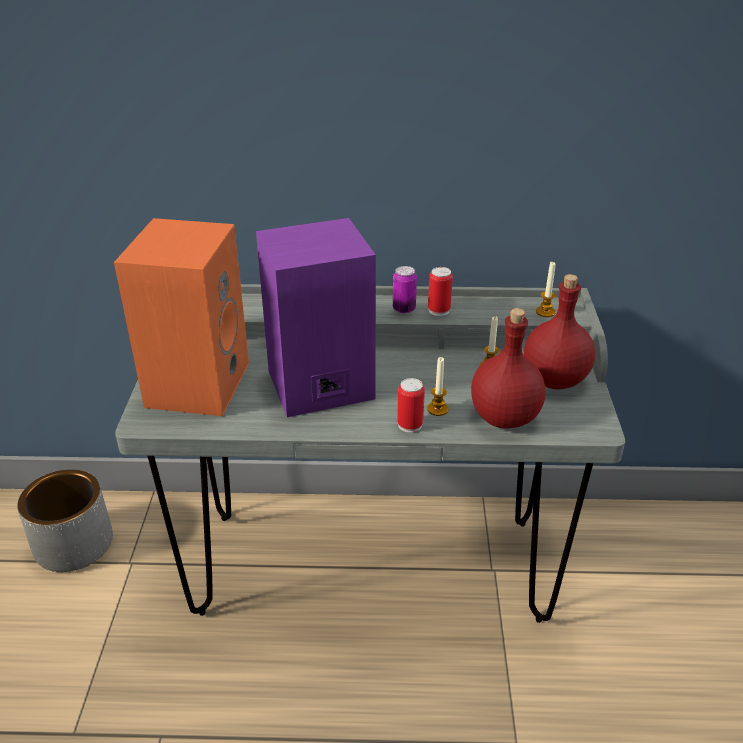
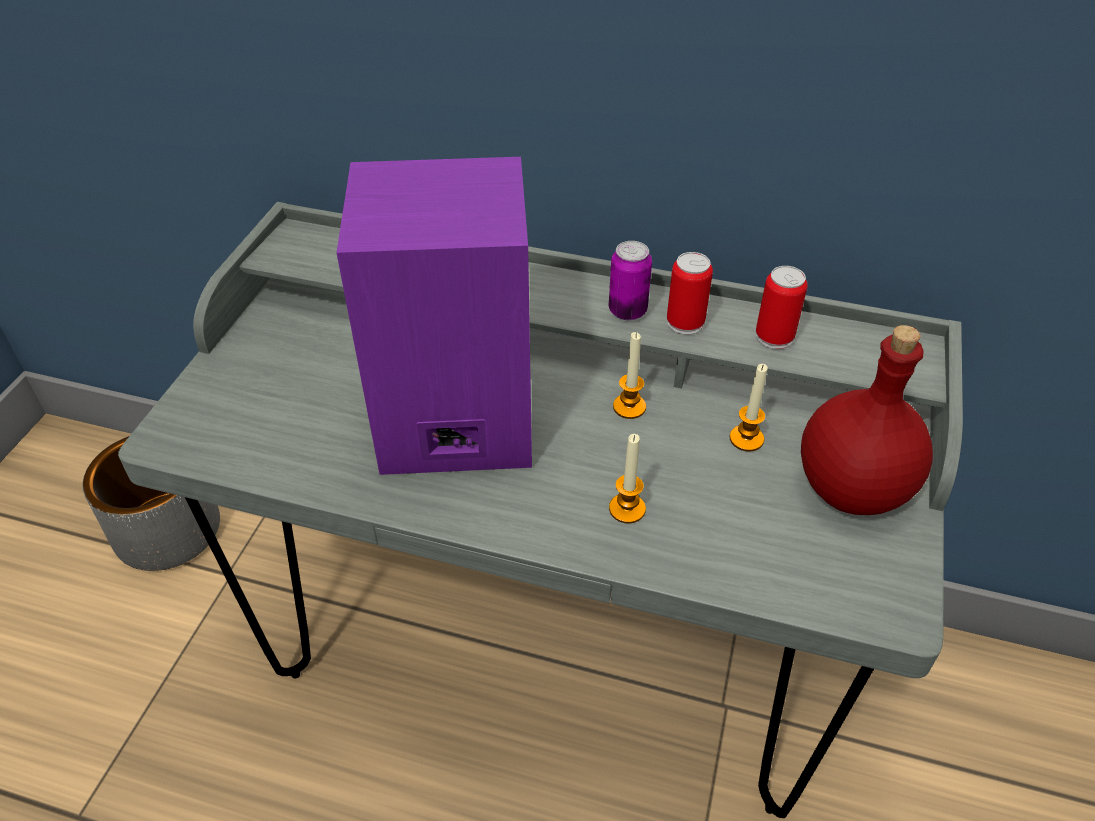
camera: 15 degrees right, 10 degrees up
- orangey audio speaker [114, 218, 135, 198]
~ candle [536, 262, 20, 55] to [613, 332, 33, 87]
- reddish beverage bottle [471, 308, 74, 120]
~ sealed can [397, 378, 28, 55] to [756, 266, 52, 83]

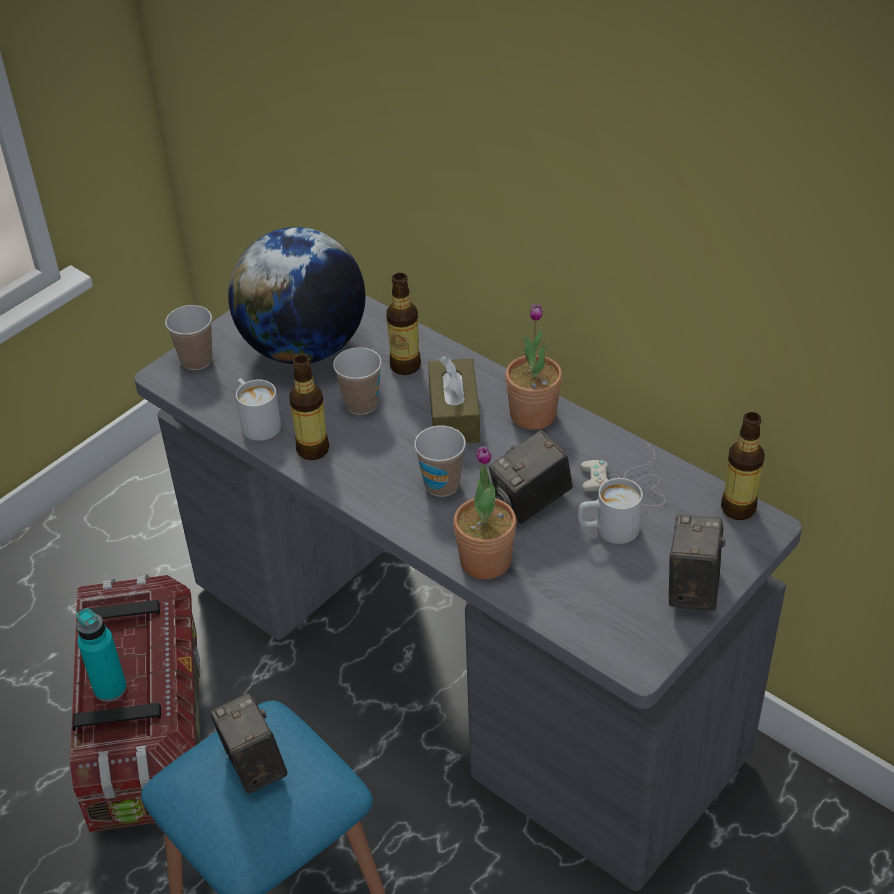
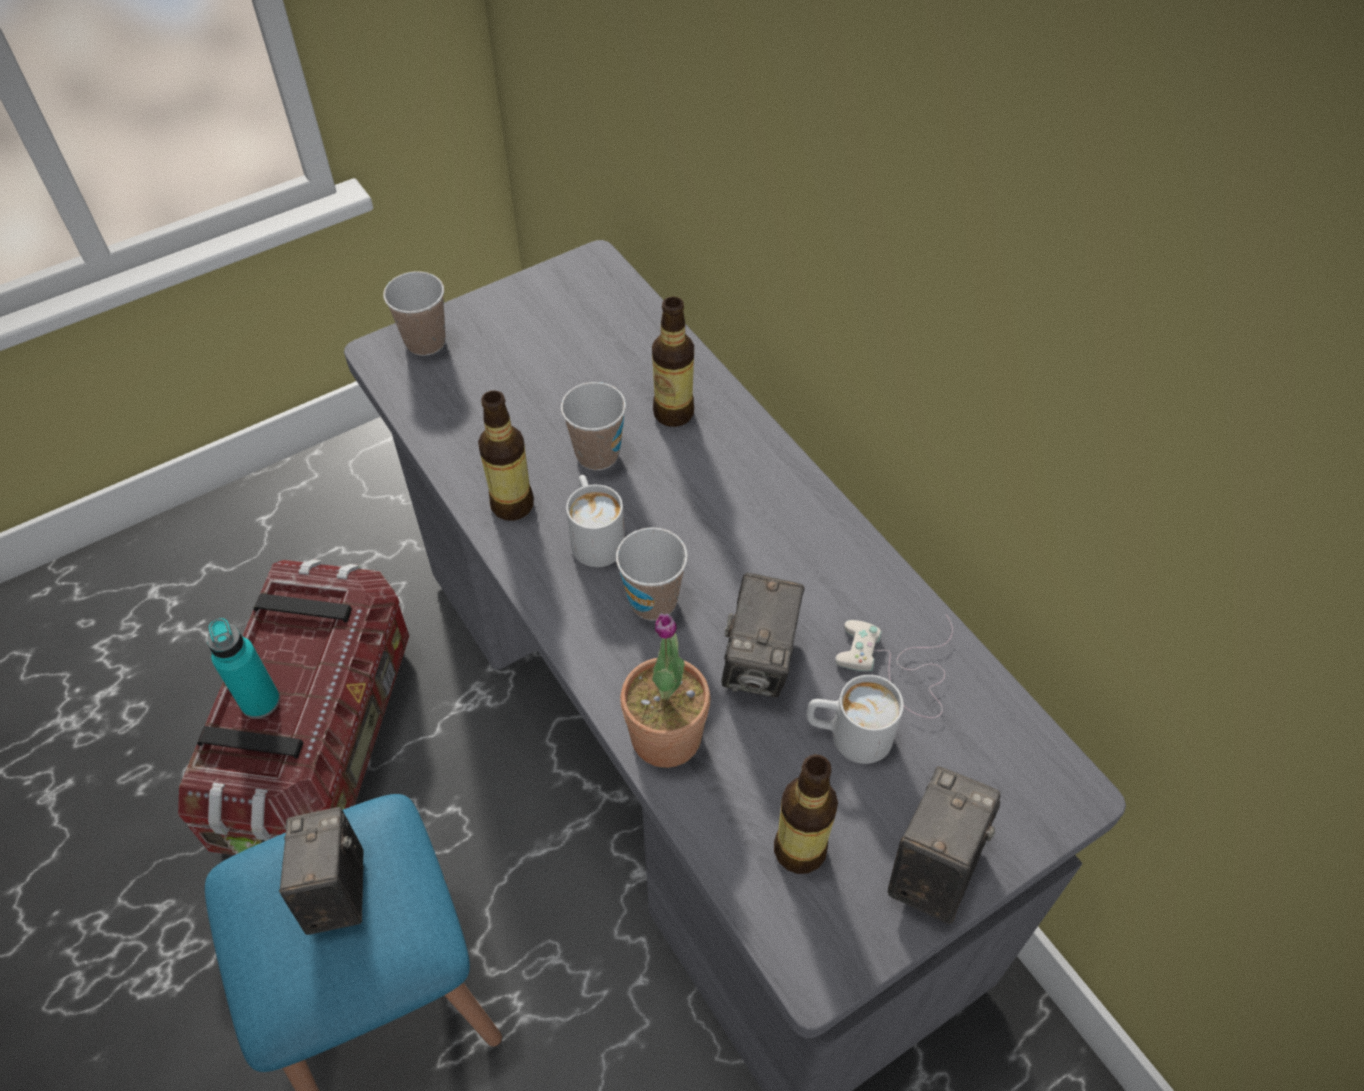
camera: 15 degrees right, 10 degrees up
- desk globe [228, 227, 137, 137]
- houseplant [505, 304, 57, 126]
- brown tissue box [428, 356, 52, 87]
~ whitish tea mug [236, 378, 45, 63] to [566, 475, 59, 92]
~ beverage bottle [721, 412, 44, 108] to [774, 754, 64, 120]
~ still camera [489, 430, 84, 94] = [721, 573, 84, 124] 60 degrees counterclockwise

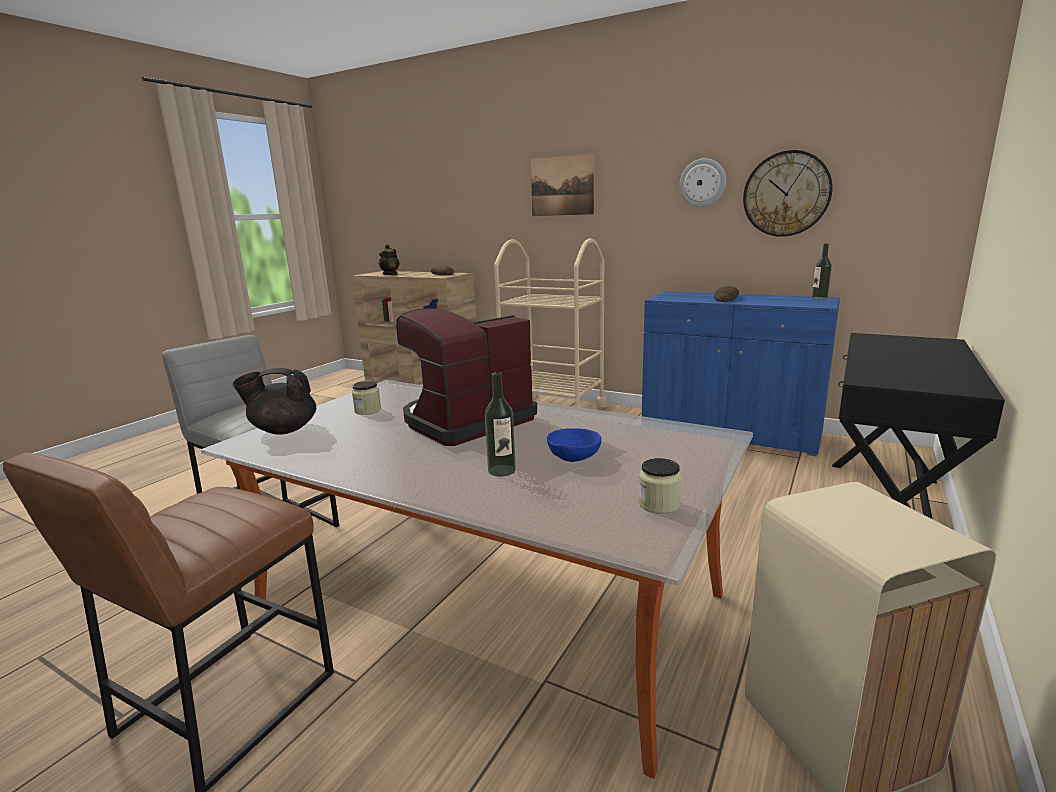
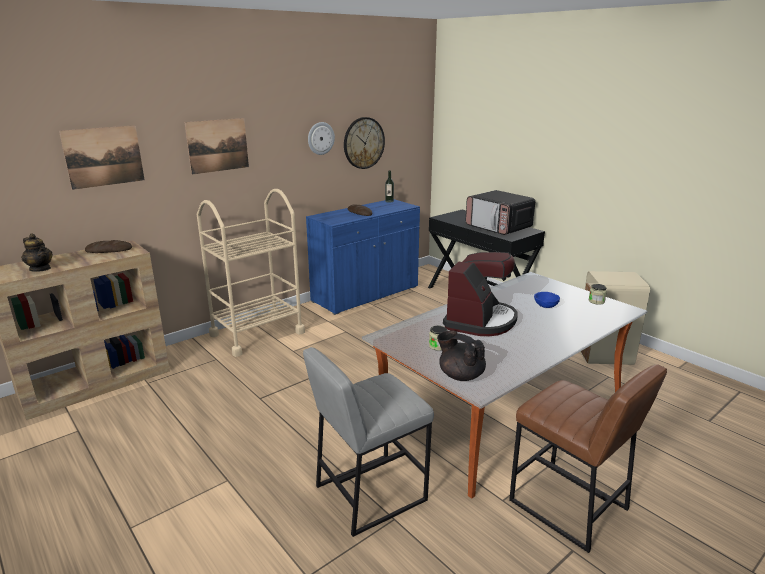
camera: 70 degrees left, 5 degrees up
~ coffee maker [396, 308, 141, 138] = [443, 252, 75, 84] 135 degrees counterclockwise
~ black-coloured tea pot [232, 368, 84, 67] = [437, 330, 49, 51] 120 degrees clockwise
- beverage bottle [485, 372, 31, 105]
+ wall picture [59, 125, 86, 65]
+ microwave oven [465, 190, 70, 45]

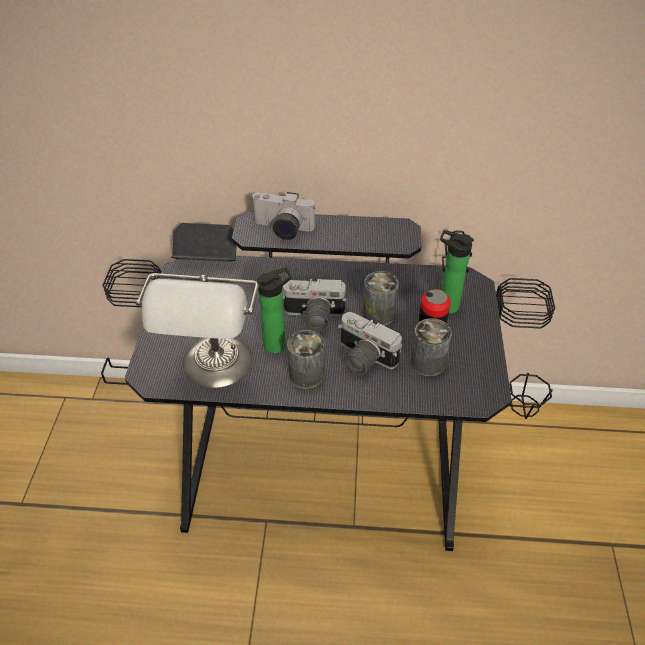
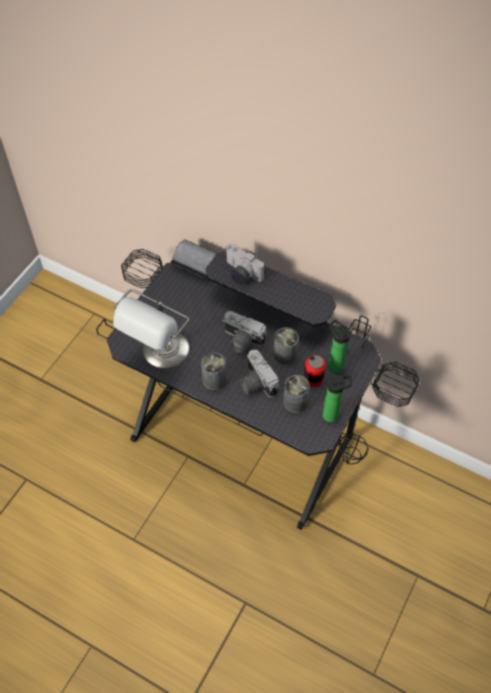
camera: 25 degrees right, 10 degrees up
~ beverage bottle [257, 267, 35, 87] to [323, 375, 29, 47]

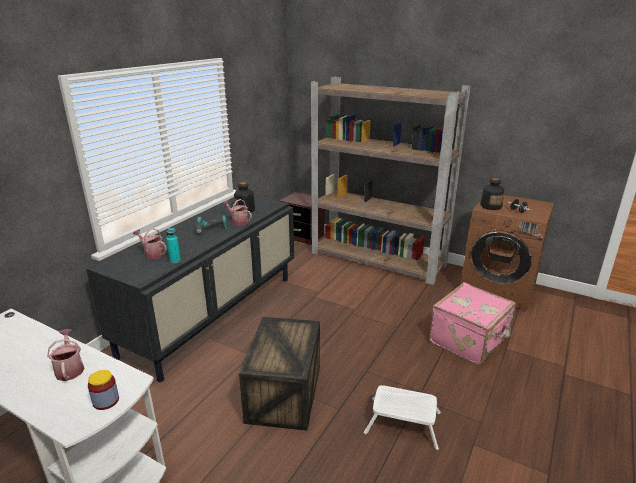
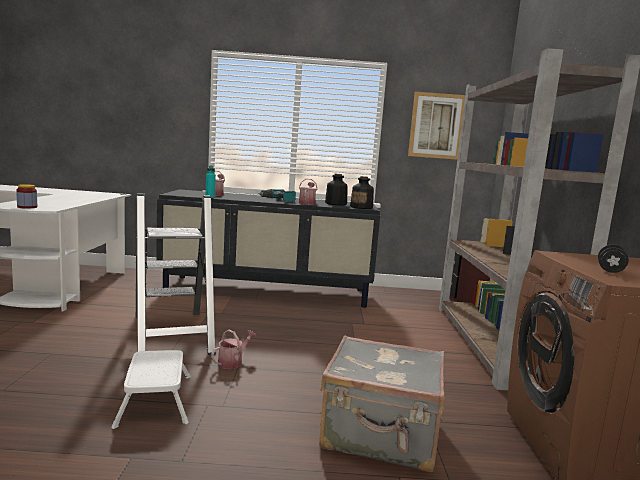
camera: 60 degrees right, 15 degrees down
~ beverage bottle [480, 178, 24, 32] to [350, 176, 24, 33]
~ pink-coloured travel case [429, 282, 87, 83] to greyish travel case [319, 336, 126, 136]
~ packing crate [239, 317, 81, 114] to greyish stepladder [135, 193, 81, 162]
~ watering pot [47, 329, 38, 52] to [211, 330, 45, 39]
+ wall picture [408, 92, 57, 68]

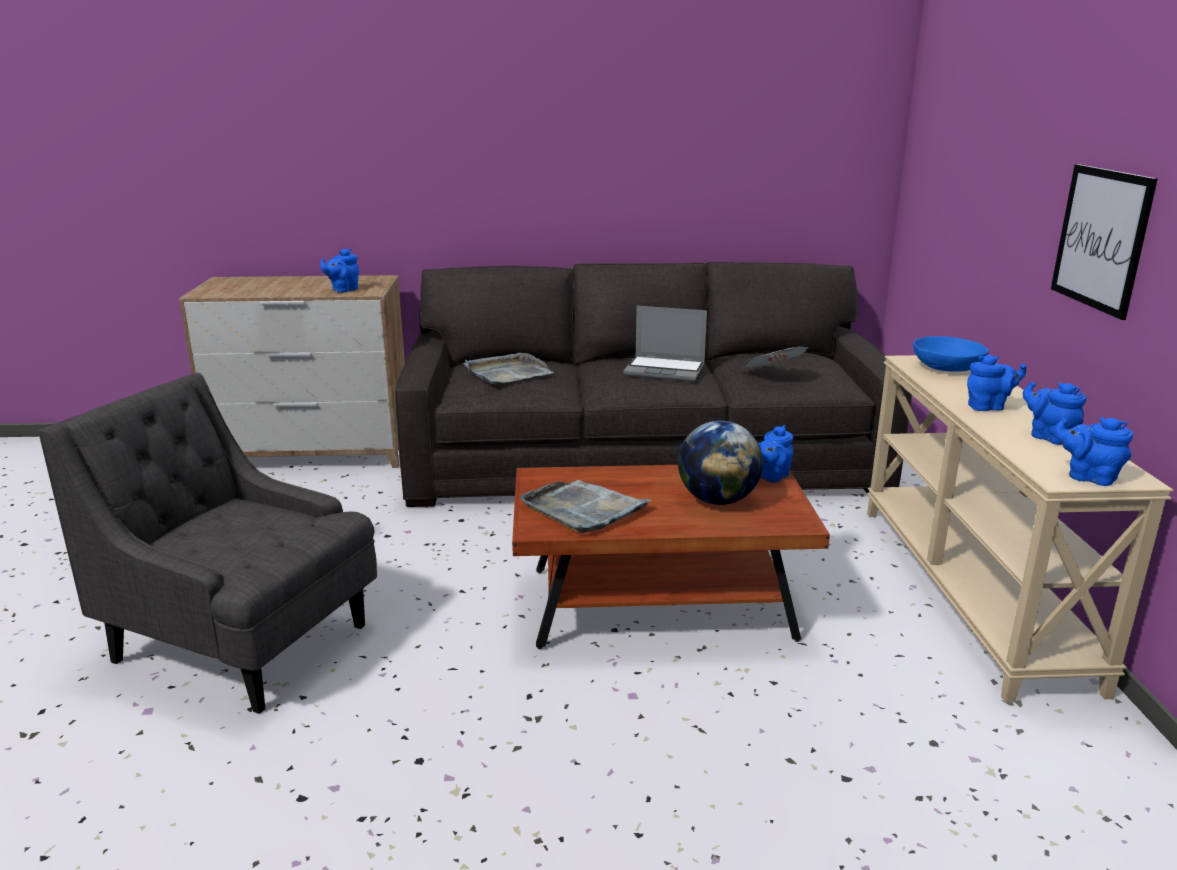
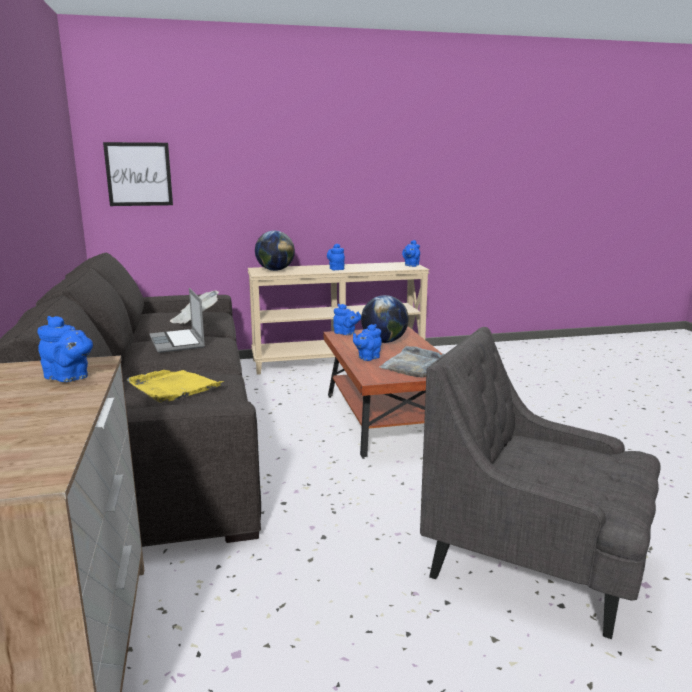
camera: 100 degrees left, 5 degrees down
~ wall picture [1051, 164, 107, 156] to [103, 142, 70, 64]
~ portable computer [623, 306, 84, 76] = [149, 288, 56, 65] 150 degrees clockwise
~ bluish bowl [913, 336, 76, 36] to desk globe [255, 231, 40, 40]
~ greyish tray [463, 353, 91, 31] to yellowish tray [127, 370, 98, 32]
~ greyish armchair [38, 373, 339, 341] = [420, 327, 241, 312] 105 degrees clockwise
~ bluish tea pot [1023, 382, 63, 63] to [353, 324, 29, 37]

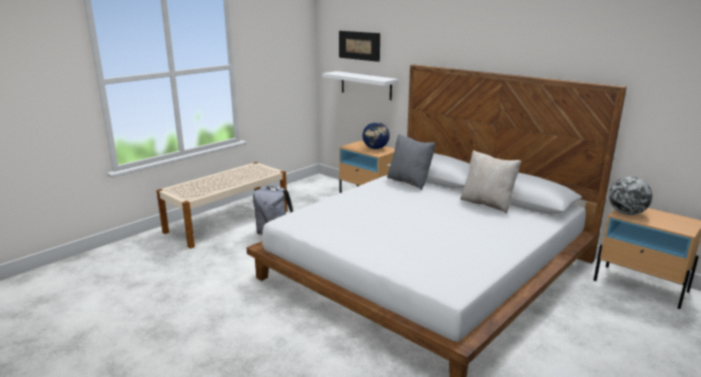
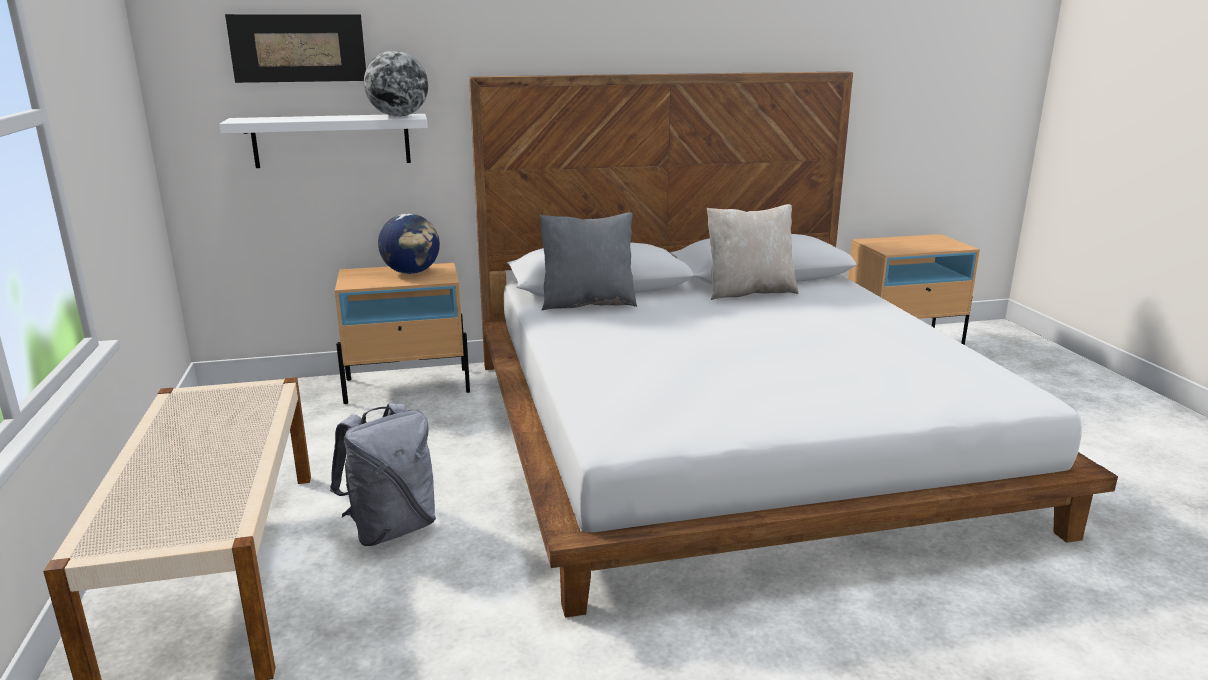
camera: 55 degrees left, 0 degrees up
~ desk globe [609, 176, 44, 39] to [364, 51, 64, 65]

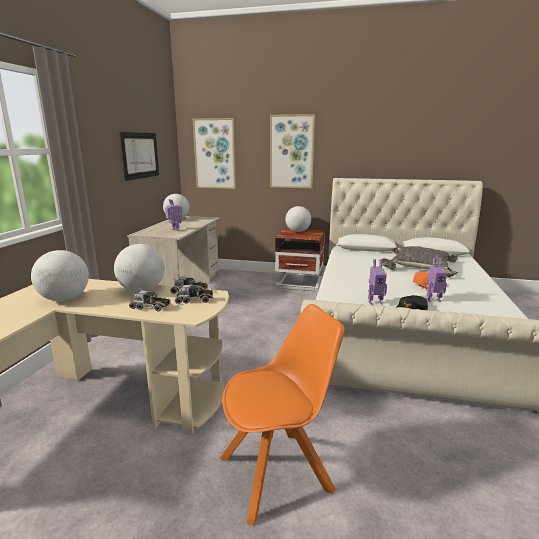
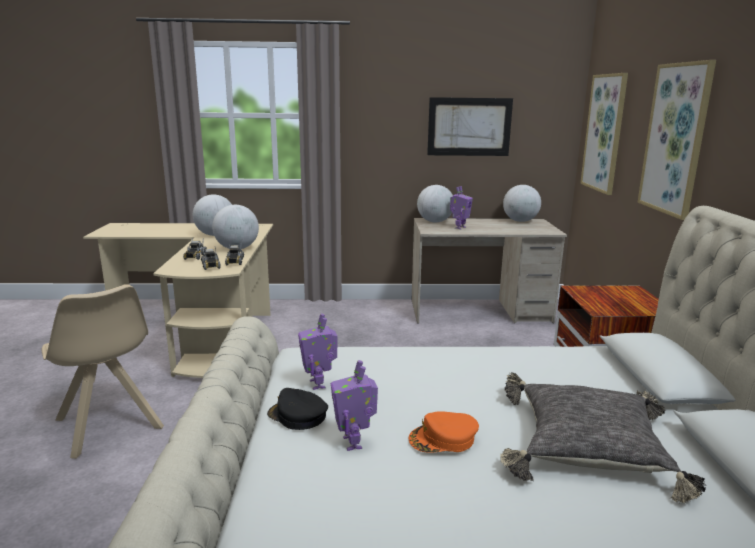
camera: 75 degrees right, 0 degrees up
~ desk globe [285, 206, 26, 26] to [417, 185, 36, 37]
~ orangey upright chair [219, 304, 126, 222] to sand-coloured upright chair [42, 284, 122, 175]

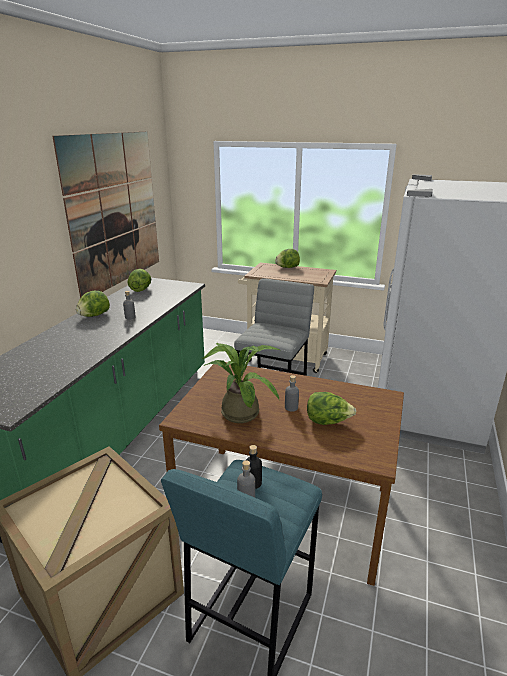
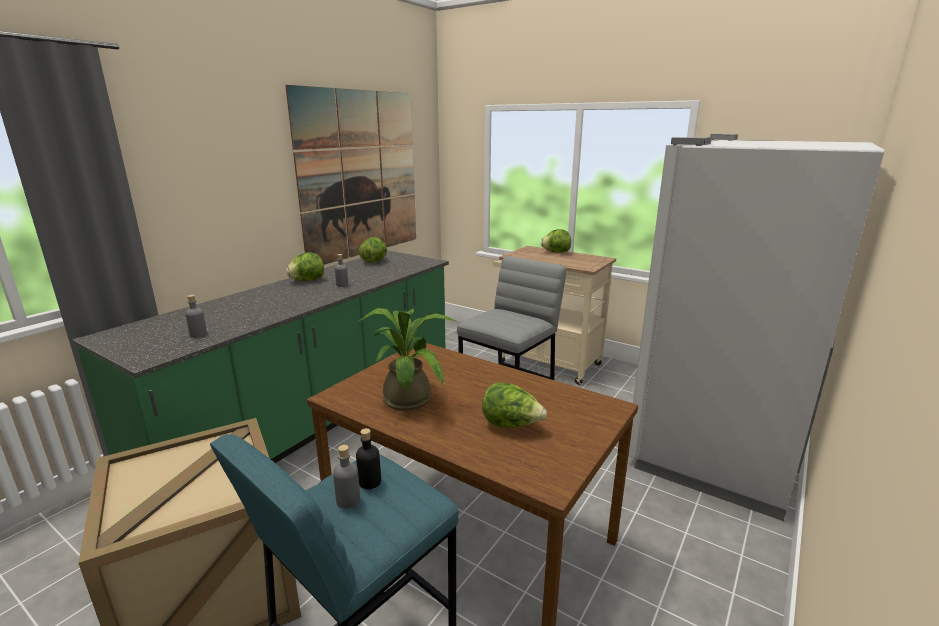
camera: 15 degrees right, 5 degrees down
~ greyish beverage bottle [285, 375, 14, 37] to [186, 295, 21, 43]

